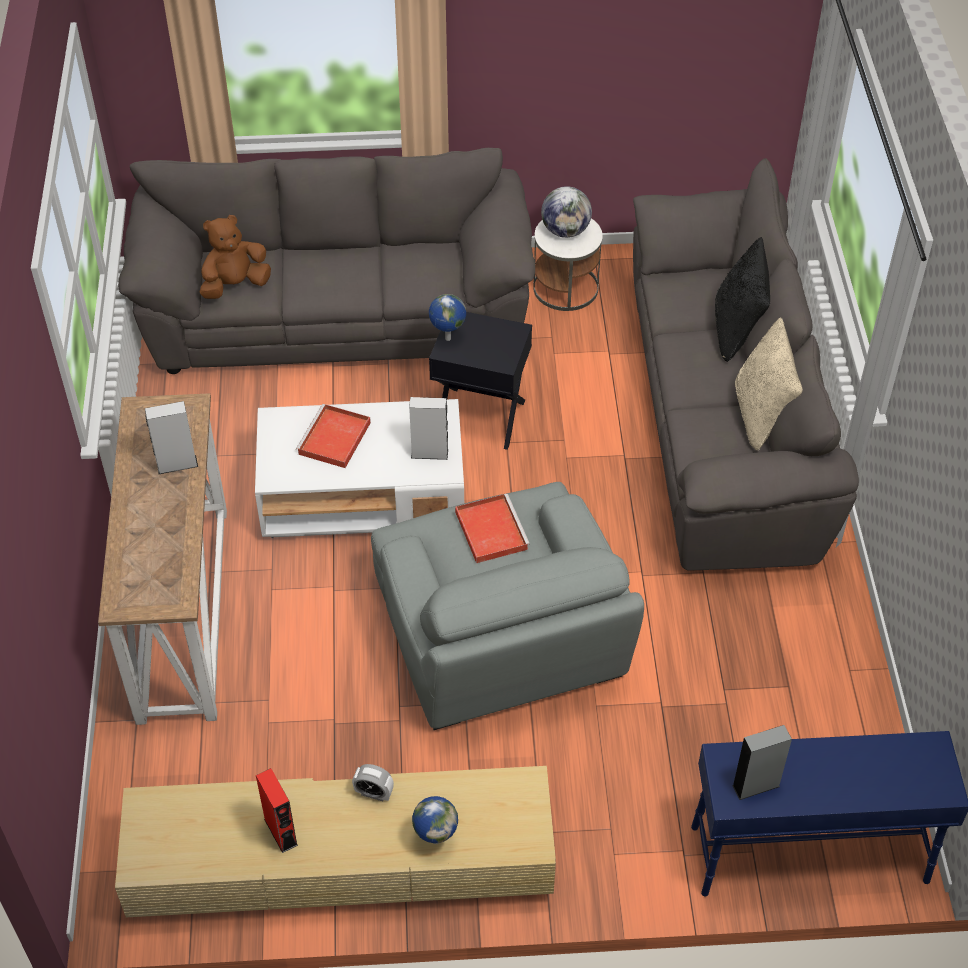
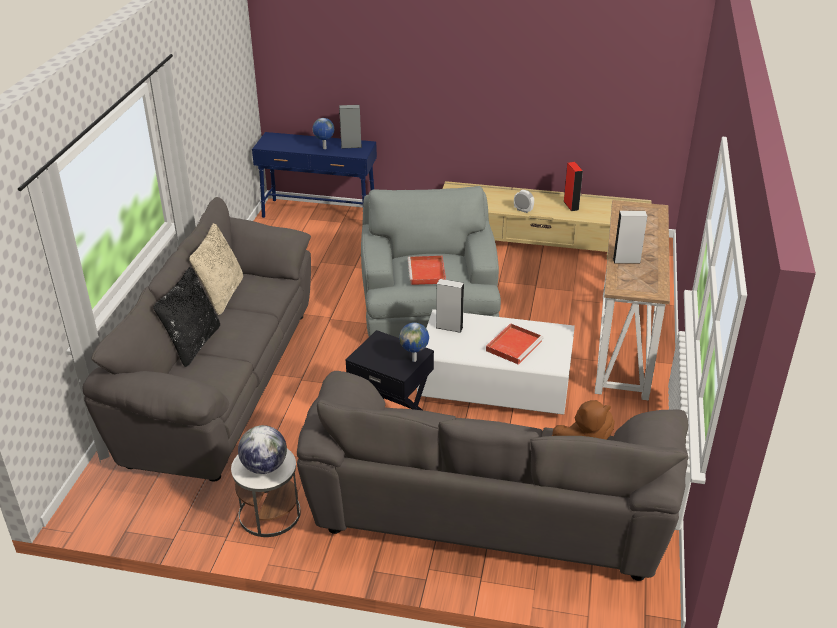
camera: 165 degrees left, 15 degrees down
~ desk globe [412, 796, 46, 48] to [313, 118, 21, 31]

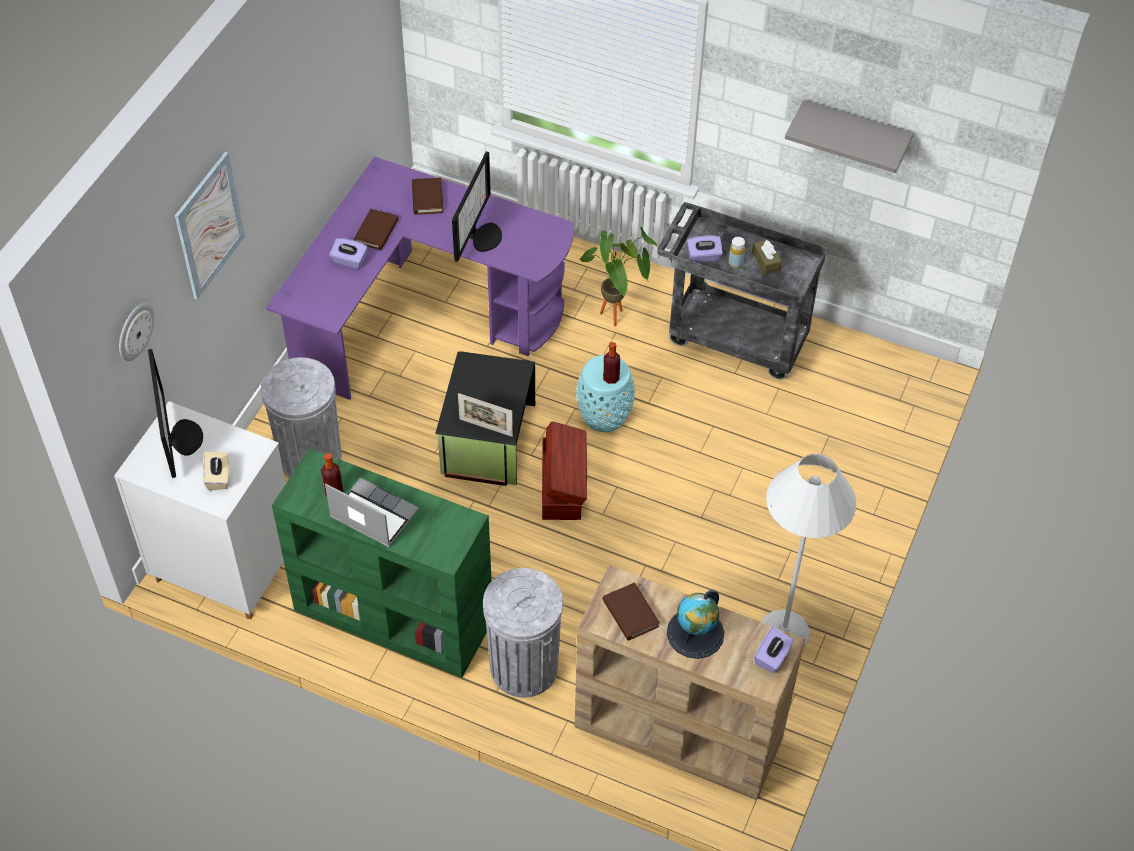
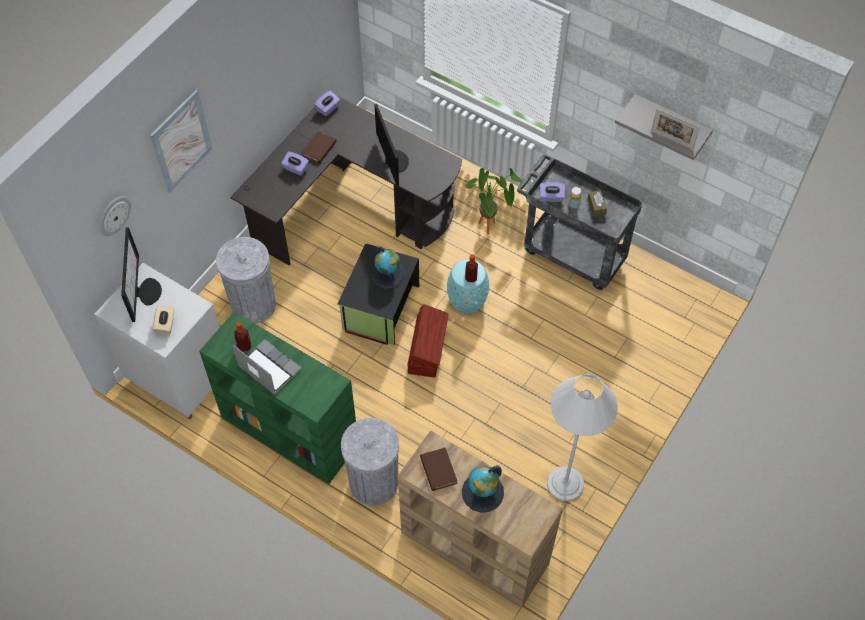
camera: 10 degrees right, 5 degrees up
~ computer display [452, 152, 50, 110] = [374, 104, 35, 82] 45 degrees counterclockwise
~ purple-coloured desk [266, 157, 308, 243] to black-coloured desk [230, 95, 232, 171]
- brown bound book [412, 177, 32, 38]
~ picture frame [458, 393, 55, 44] to [651, 109, 49, 40]
~ purple-coloured tissue box [754, 626, 40, 47] to [314, 91, 26, 25]
+ desk globe [371, 246, 34, 43]

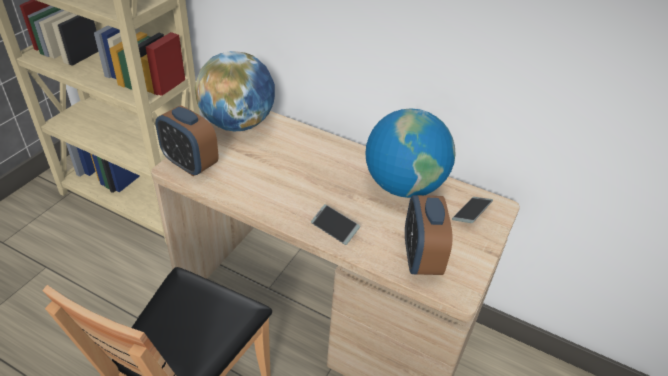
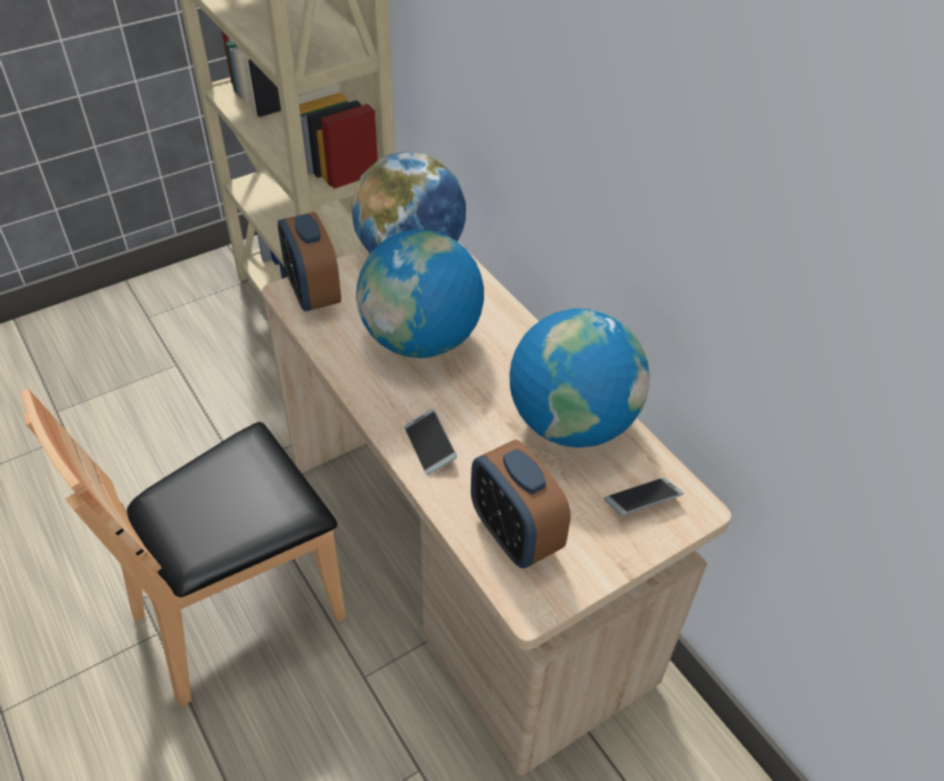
camera: 30 degrees right, 5 degrees up
~ table clock [405, 195, 48, 80] = [471, 440, 100, 128] 60 degrees counterclockwise
+ desk globe [356, 230, 128, 128]

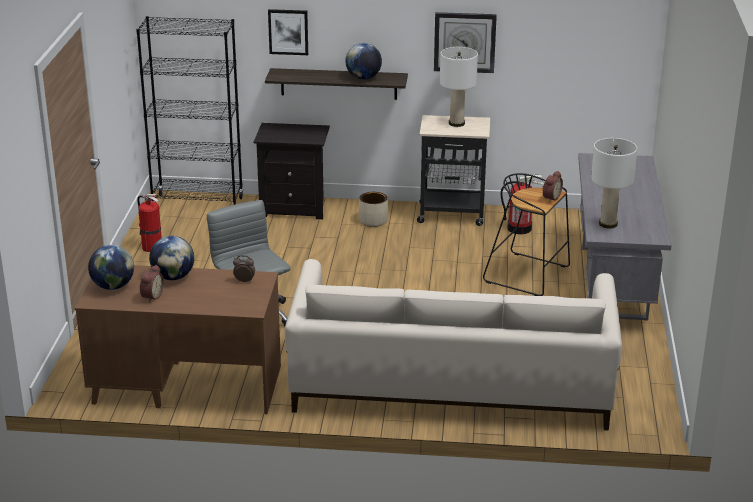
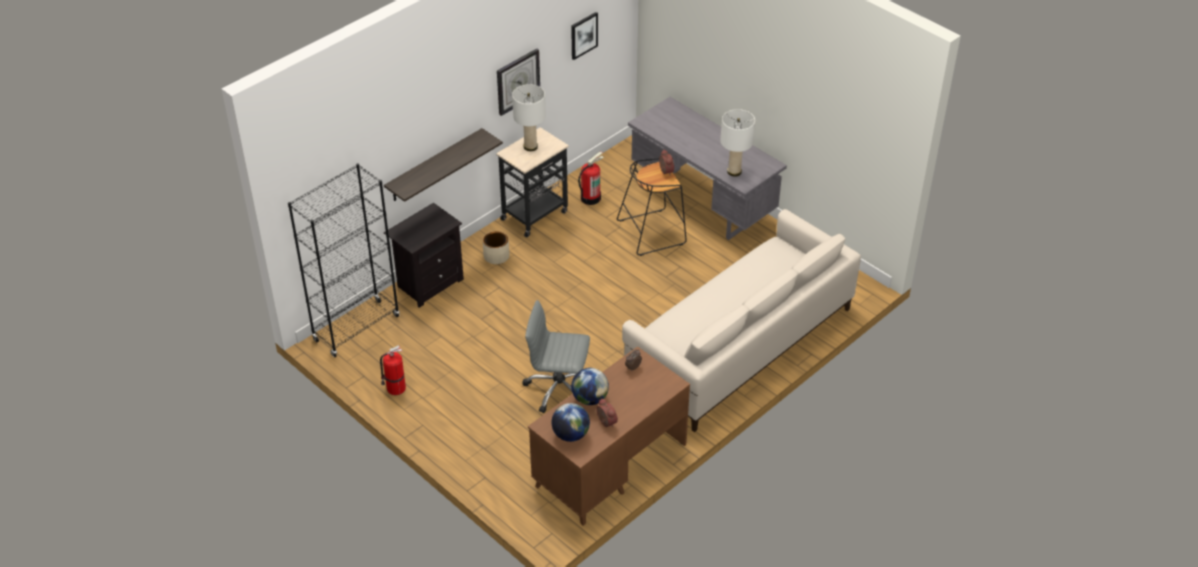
camera: 50 degrees left, 15 degrees up
~ wall picture [268, 9, 40, 46] to [571, 12, 27, 48]
- desk globe [345, 43, 37, 37]

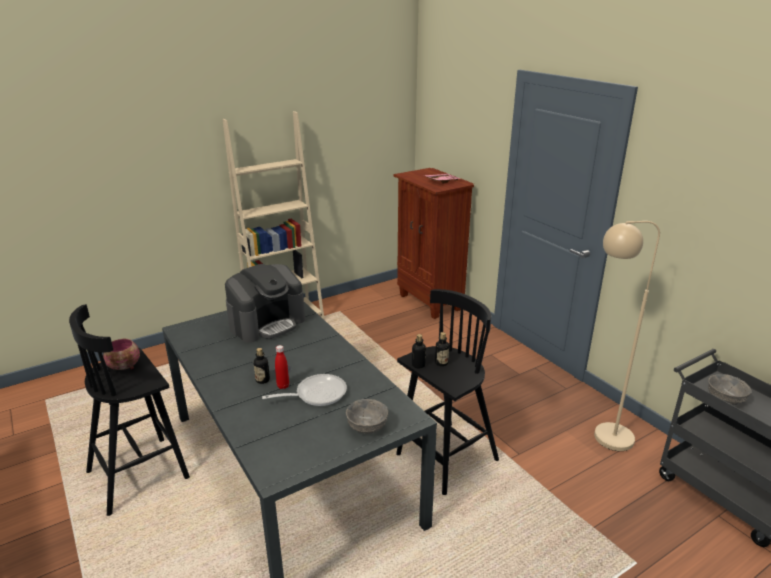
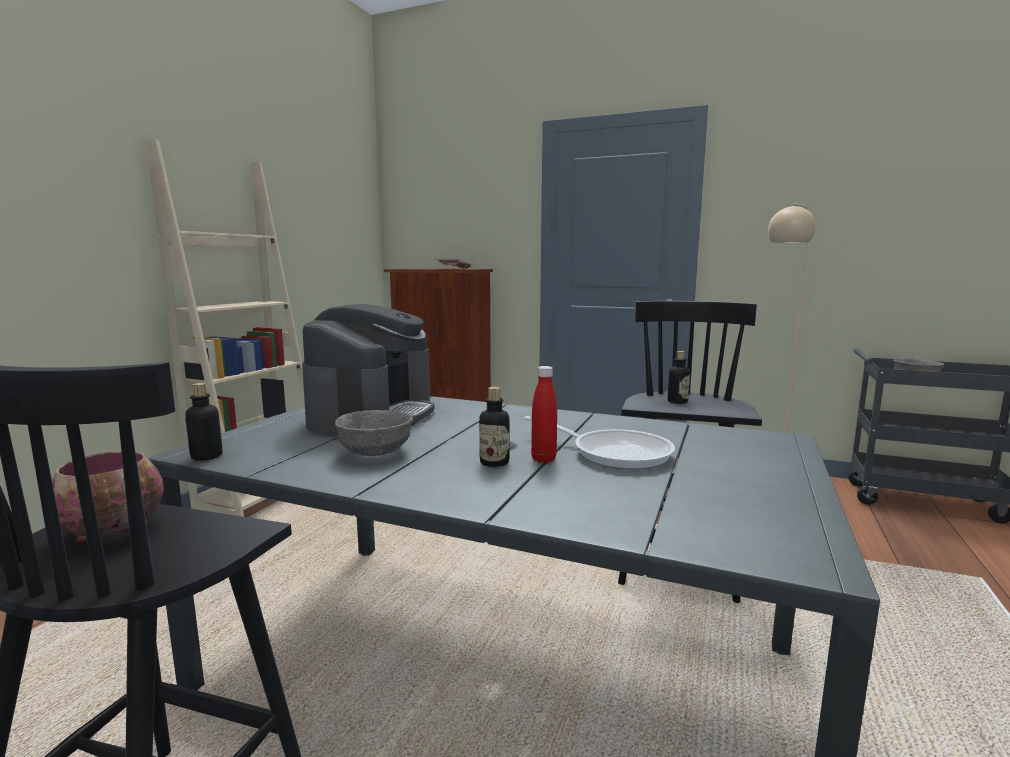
camera: 35 degrees left, 15 degrees down
~ beverage bottle [412, 334, 14, 34] to [185, 383, 38, 78]
~ frying pan [262, 374, 85, 32] = [524, 416, 151, 54] 90 degrees clockwise
~ greyish bowl [346, 399, 42, 35] to [335, 410, 78, 46]

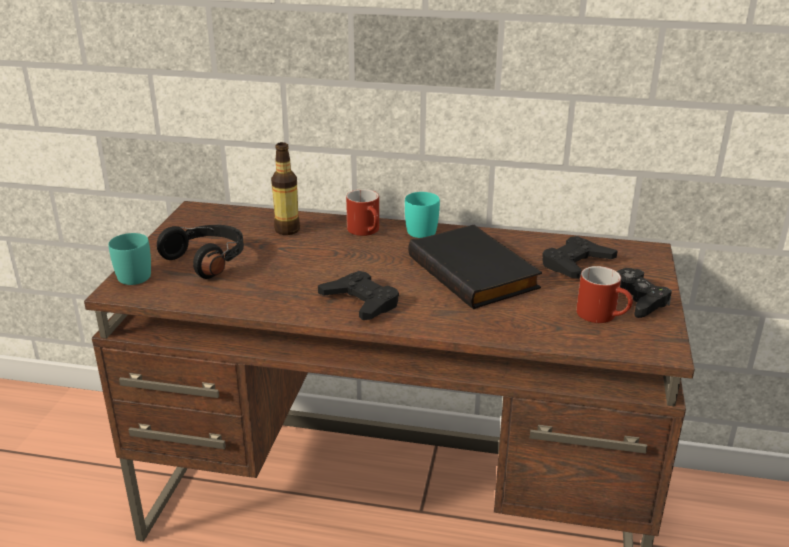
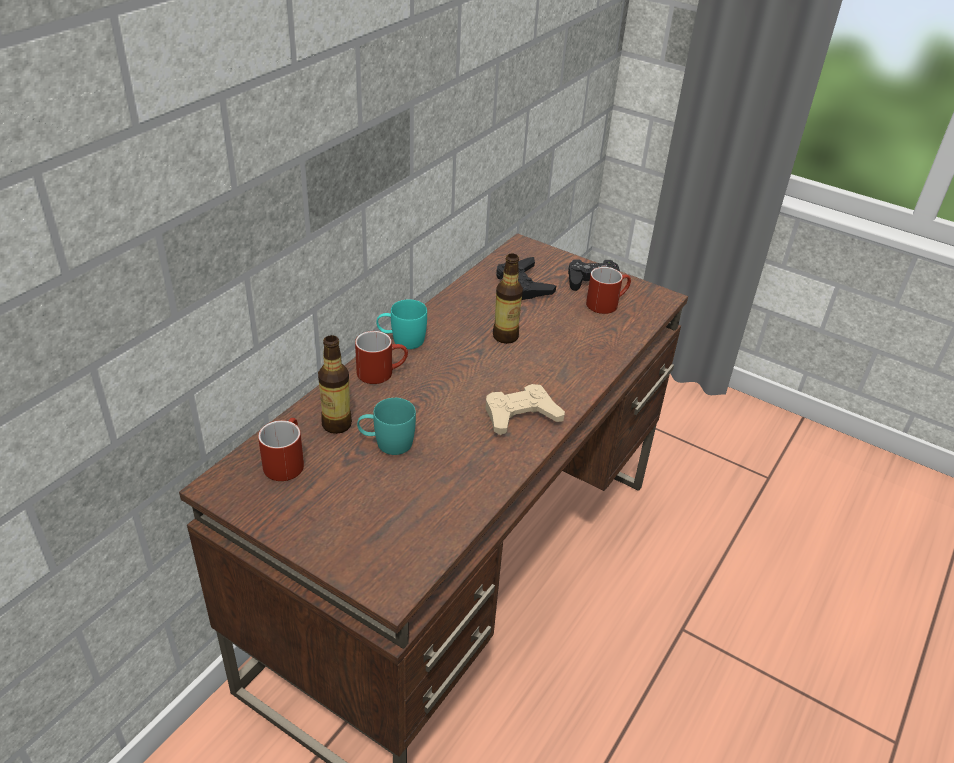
camera: 70 degrees left, 10 degrees up
- black-coloured headphones [157, 225, 87, 54]
~ black-coloured bound book [409, 225, 133, 84] to beverage bottle [493, 254, 30, 90]
~ turquoise tea mug [108, 233, 43, 52] to [357, 398, 59, 57]
~ black-coloured gamepad [318, 271, 81, 49] to sand-coloured gamepad [486, 384, 79, 51]
+ reddish tea mug [258, 418, 46, 63]

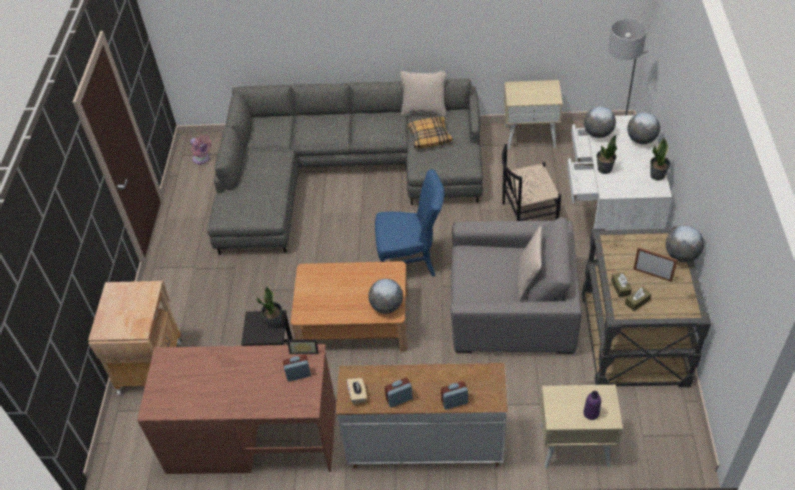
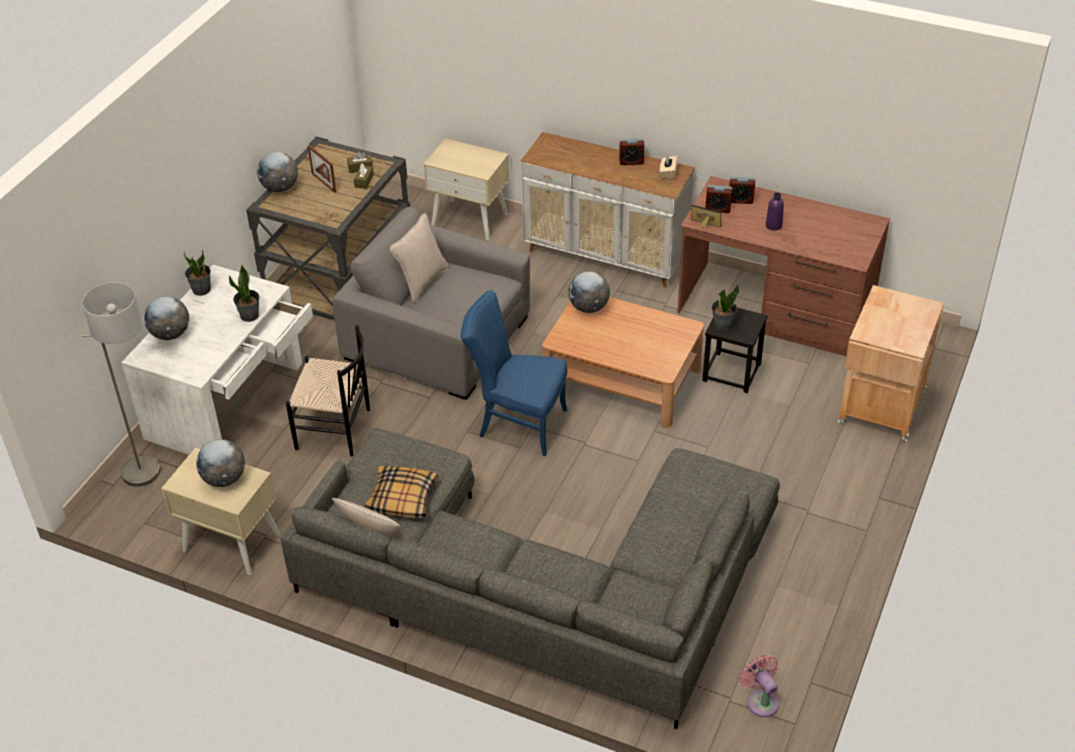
camera: 160 degrees left, 5 degrees down
~ desk globe [584, 106, 32, 32] to [196, 439, 49, 48]
~ table clock [441, 381, 27, 29] to [729, 177, 26, 27]
~ purple-coloured beverage bottle [583, 391, 18, 29] to [766, 193, 18, 38]

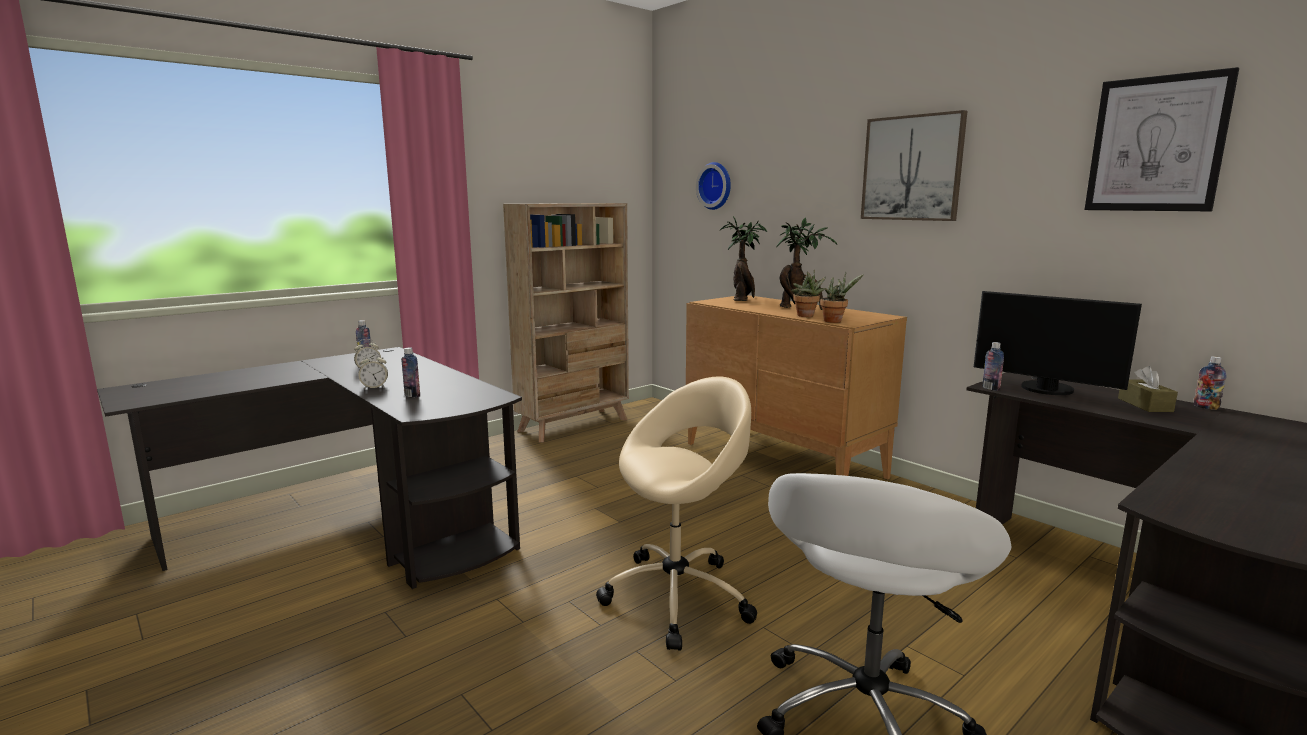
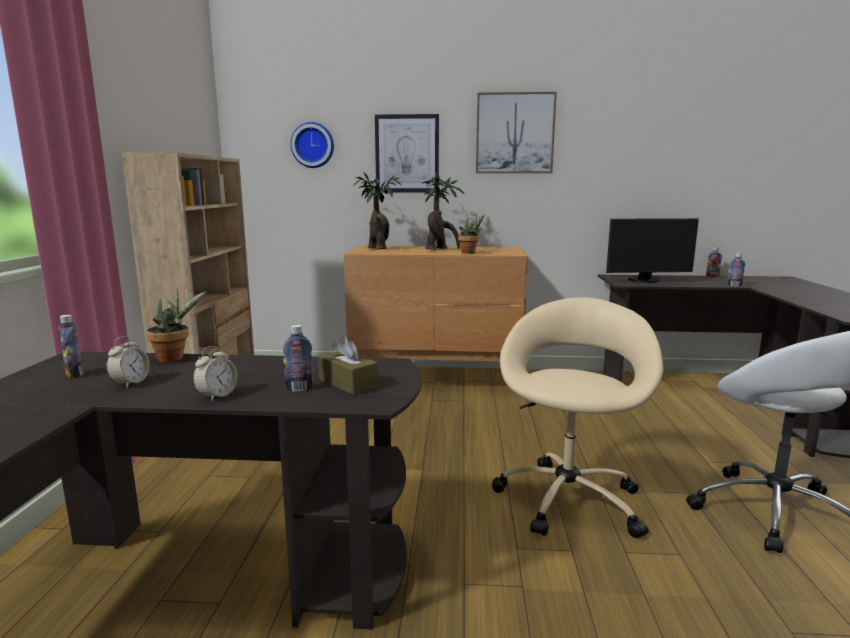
camera: 45 degrees left, 0 degrees up
~ wall picture [1085, 67, 154, 144] to [375, 114, 64, 79]
~ houseplant [820, 272, 44, 51] to [146, 289, 60, 73]
~ beverage bottle [982, 342, 22, 49] to [727, 253, 18, 34]
~ brown tissue box [1118, 366, 60, 46] to [318, 335, 60, 60]

